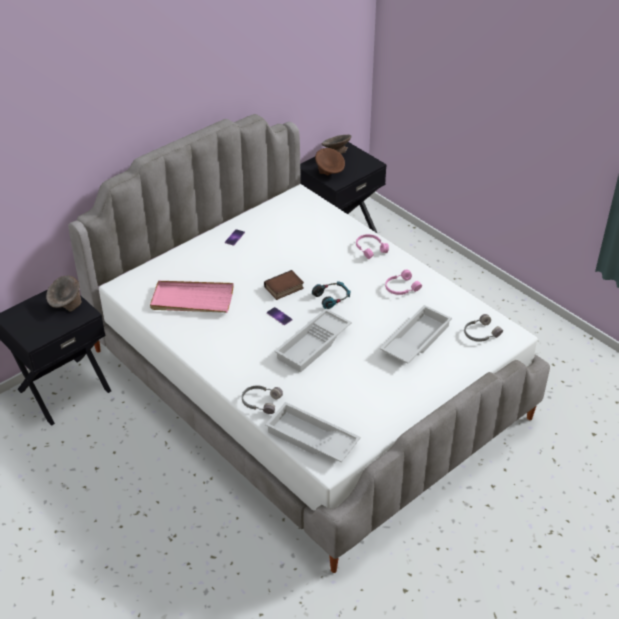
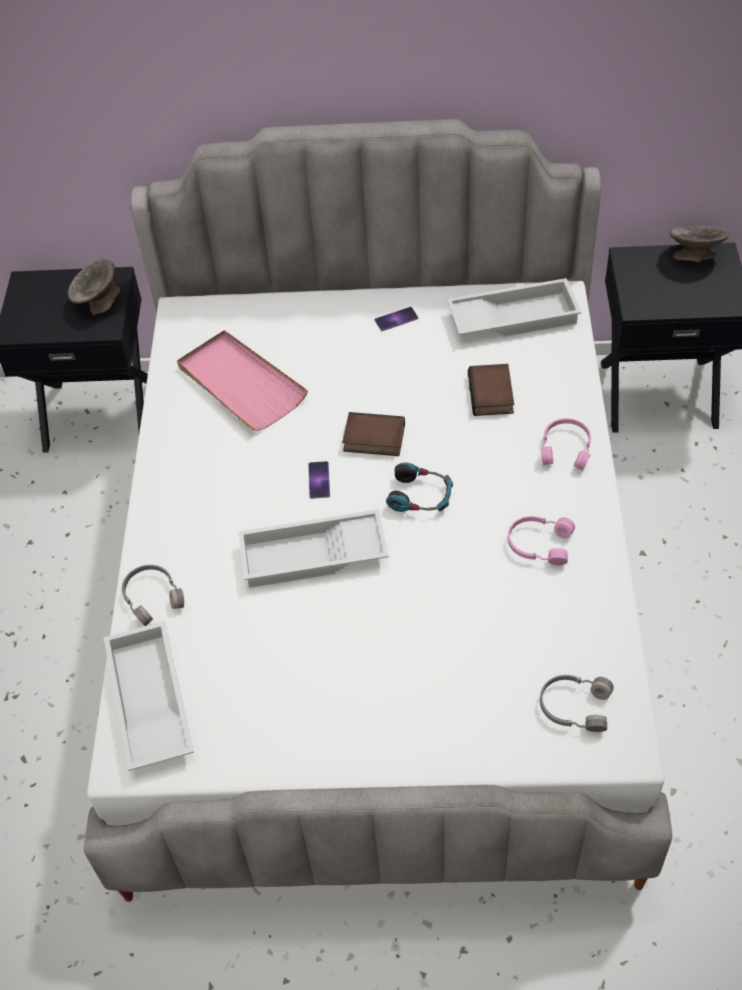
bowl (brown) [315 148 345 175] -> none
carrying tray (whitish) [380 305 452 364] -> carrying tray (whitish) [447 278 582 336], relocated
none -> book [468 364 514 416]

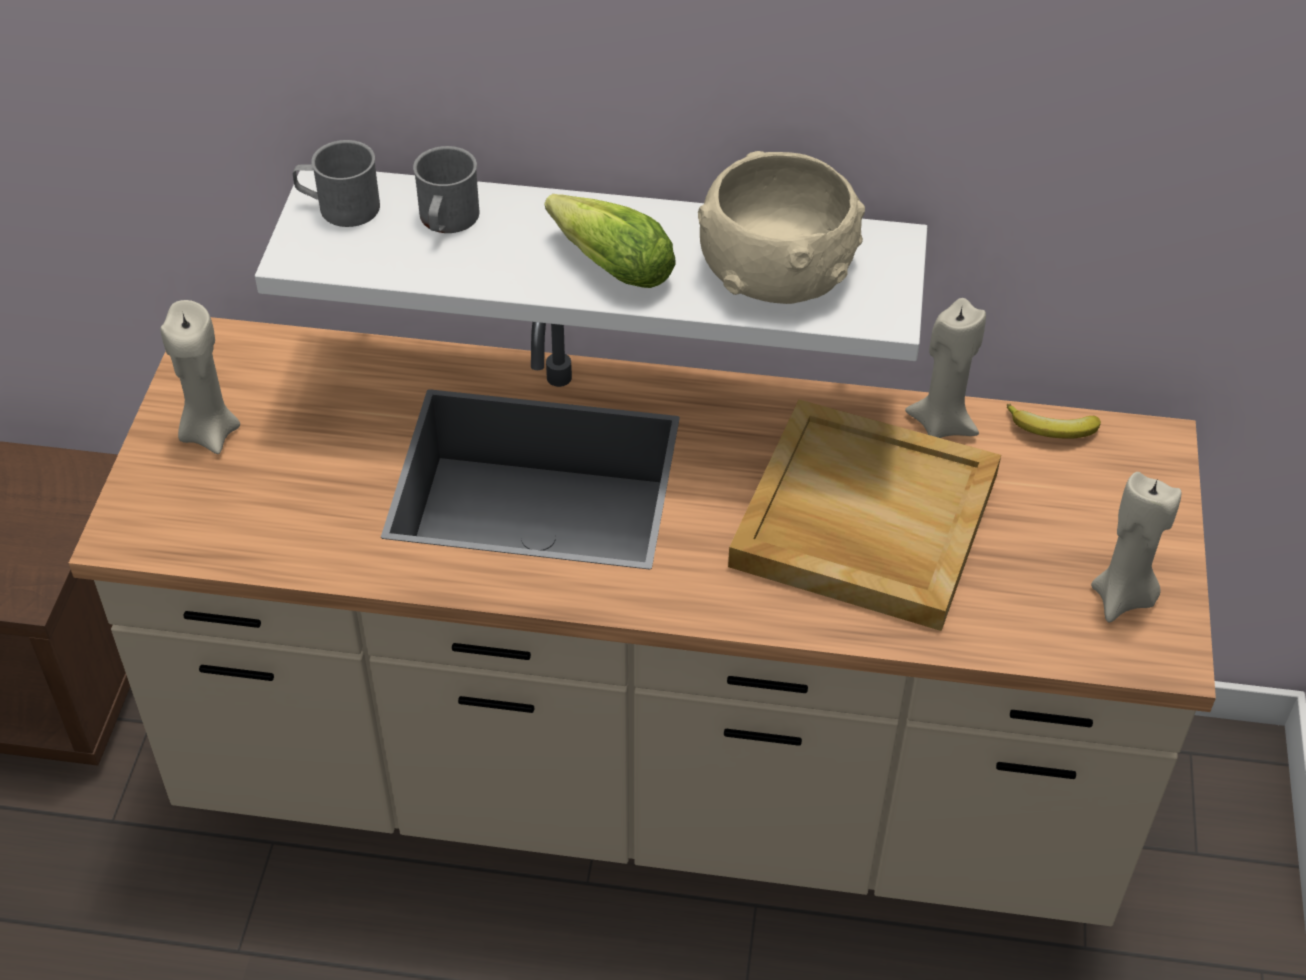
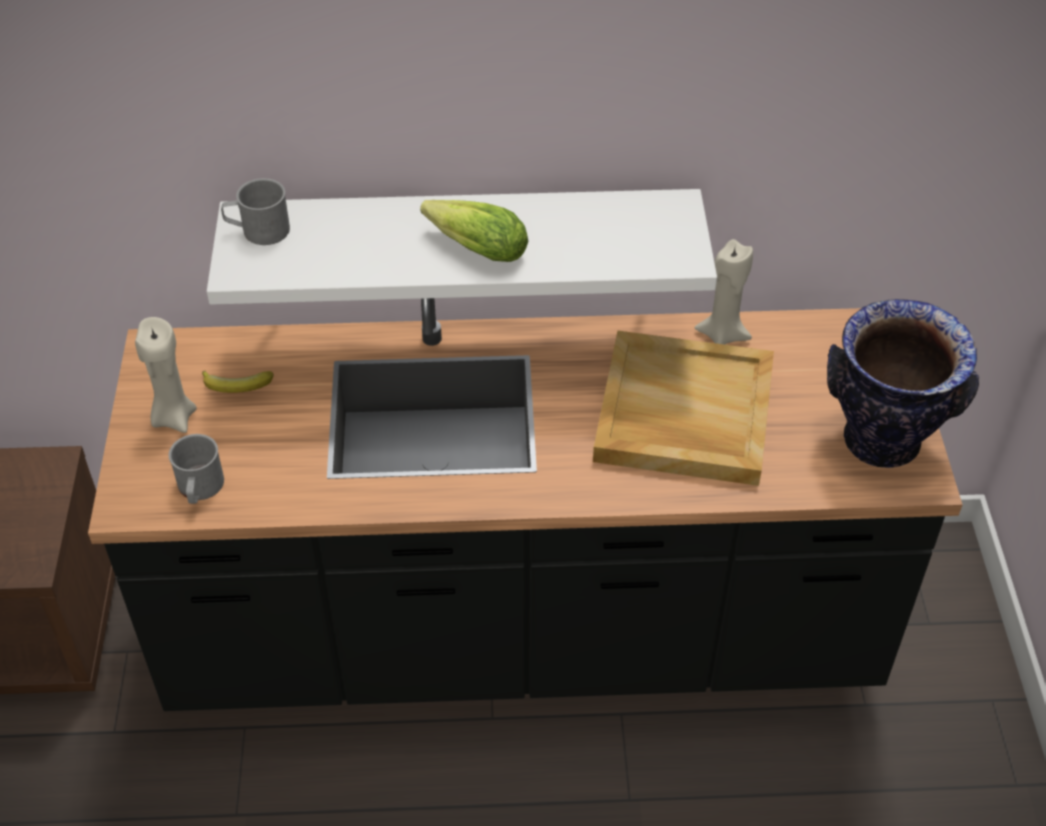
counter (beige) [69 317 1216 926] -> counter (black-coloured) [88 298 962 711]
coffee mug (greyish) [413 146 479 233] -> coffee mug (greyish) [169 434 224 504], relocated
bowl (beige) [698 151 865 304] -> none
banana fruit [1007 404 1101 439] -> banana fruit [202 371 273 393], relocated
wax light (beige) [1091 472 1181 622] -> decorative vase [827 299 979 468]

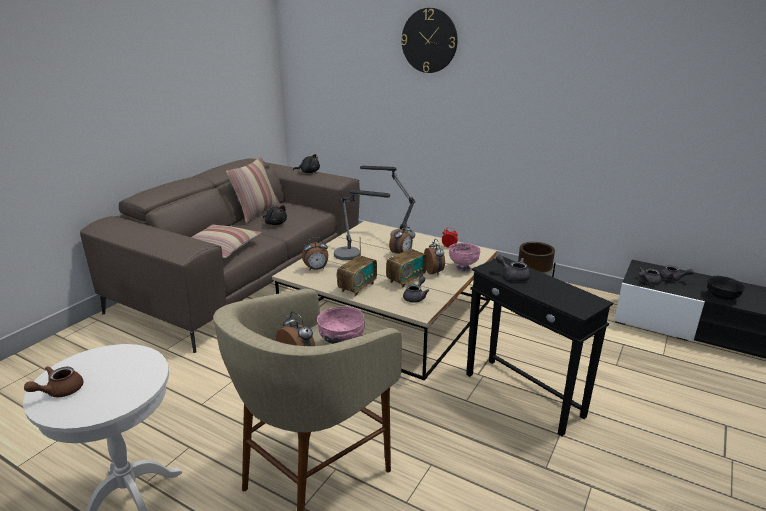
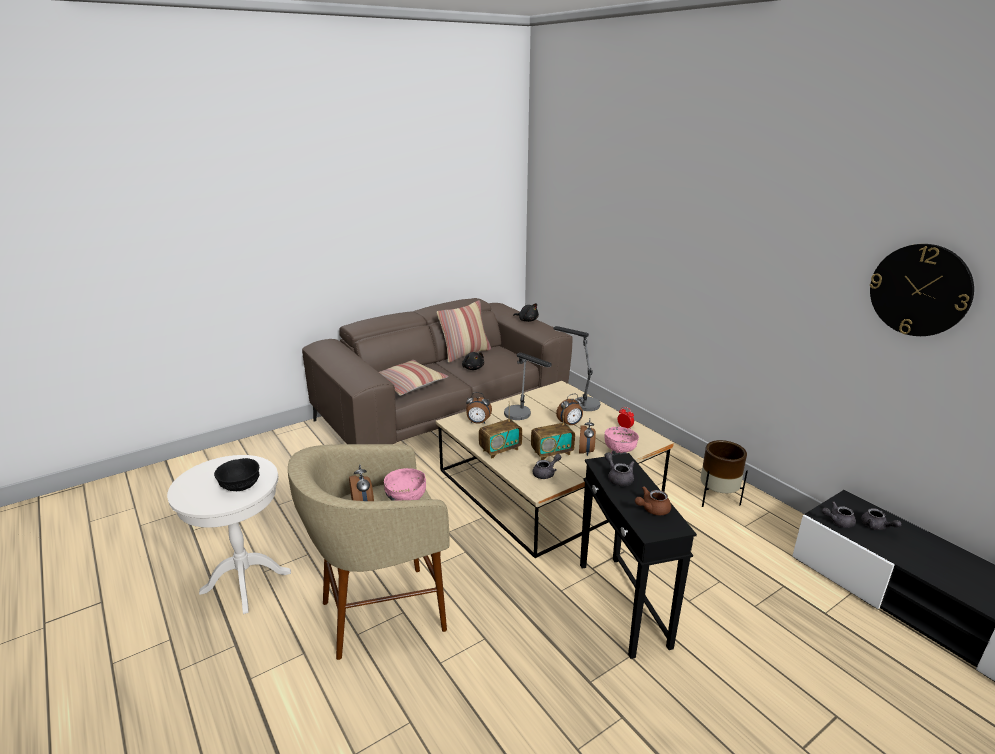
pot for tea (brown) [24 366 83 397] -> pot for tea (brown) [635 486 671 515], relocated
hanging clock [401 8 458 73] -> hanging clock [870 244 974 336], relocated
bowl (black-coloured) [707 276 745 300] -> bowl (black-coloured) [214 458 259 491], relocated

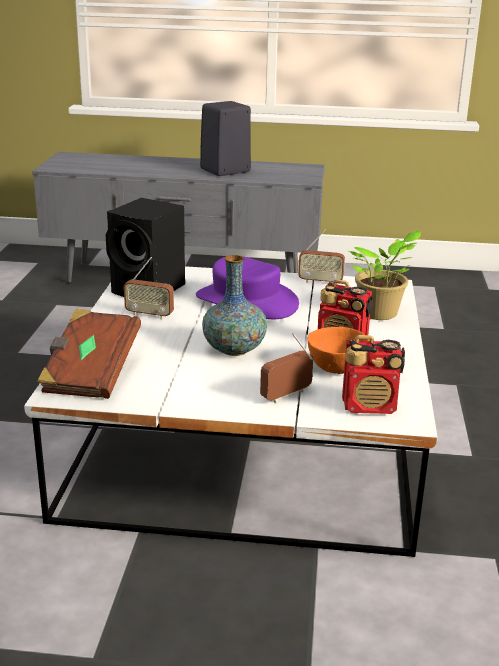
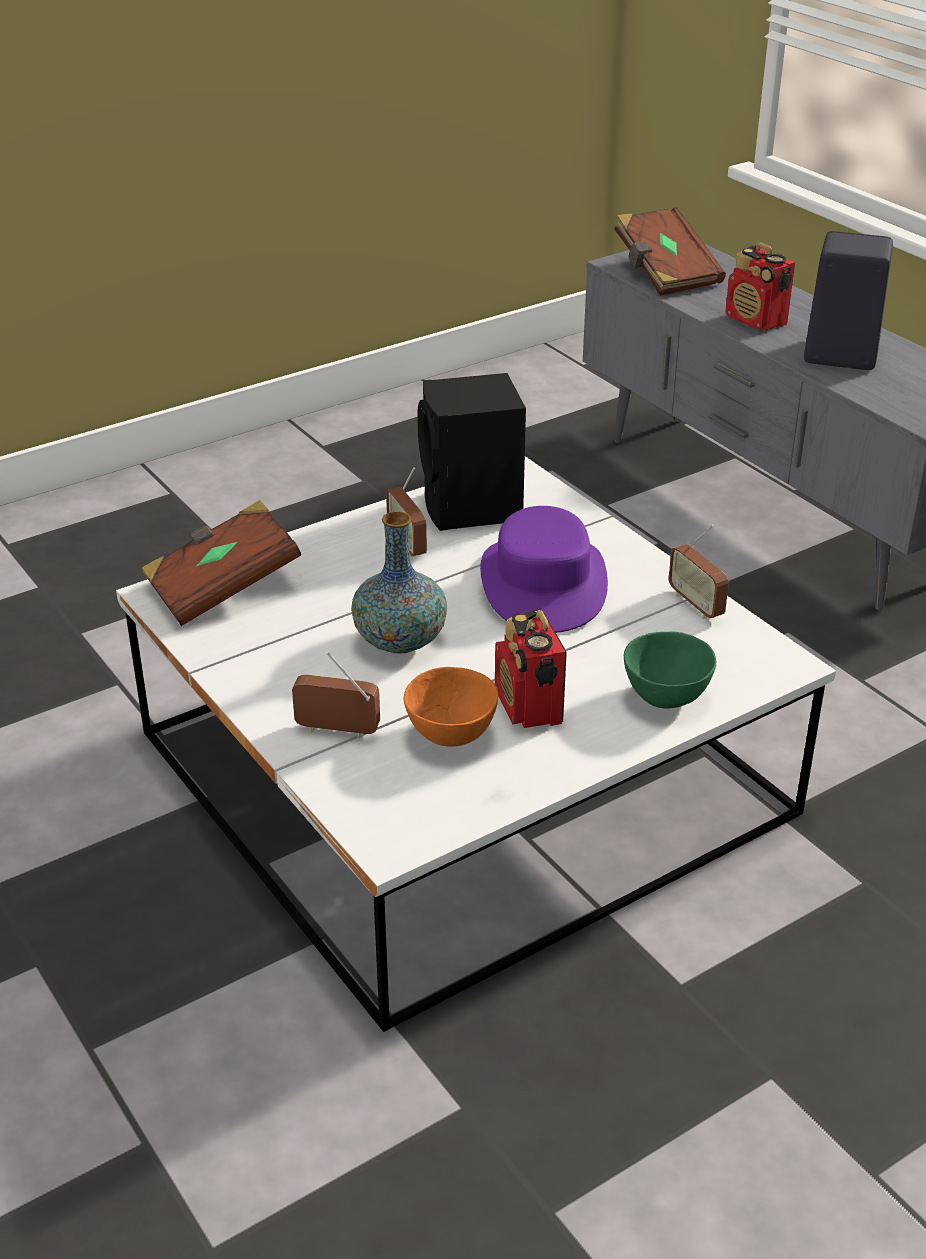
radio [342 335 405 414] -> radio [725 242 795 331], relocated
plant in a pot [349 230 421 320] -> bowl (green) [624 632 716 709]
none -> book (brown) [614 207 726 296]

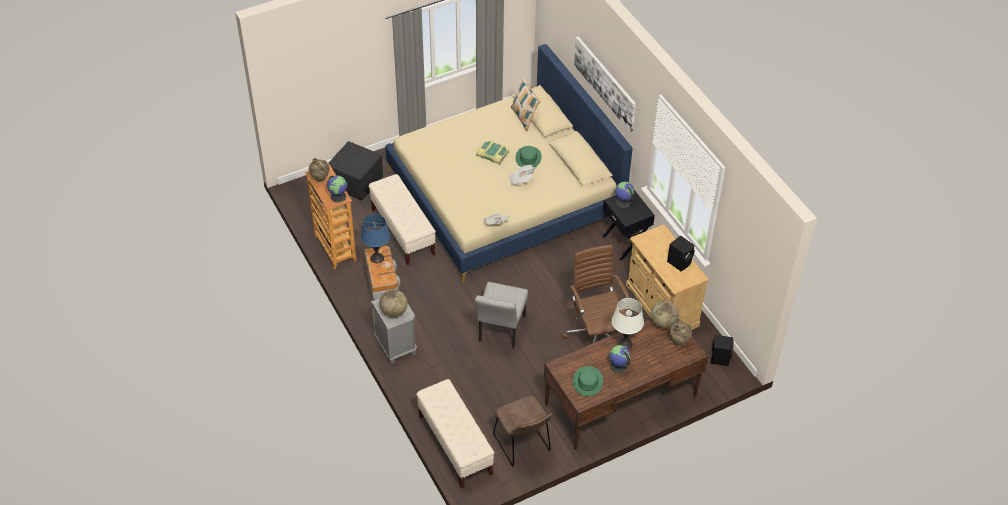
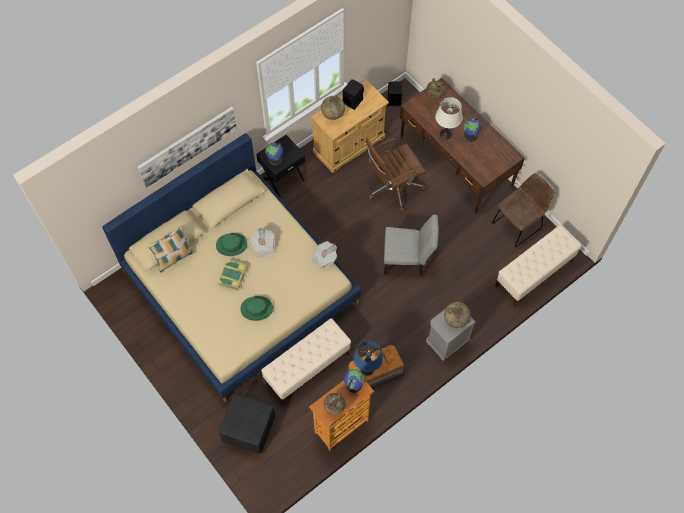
wearable hat (green) [573 366 603 396] -> wearable hat (green) [241 296 273 321], relocated
desk globe [650 300 679 329] -> desk globe [321 96 345 120], relocated

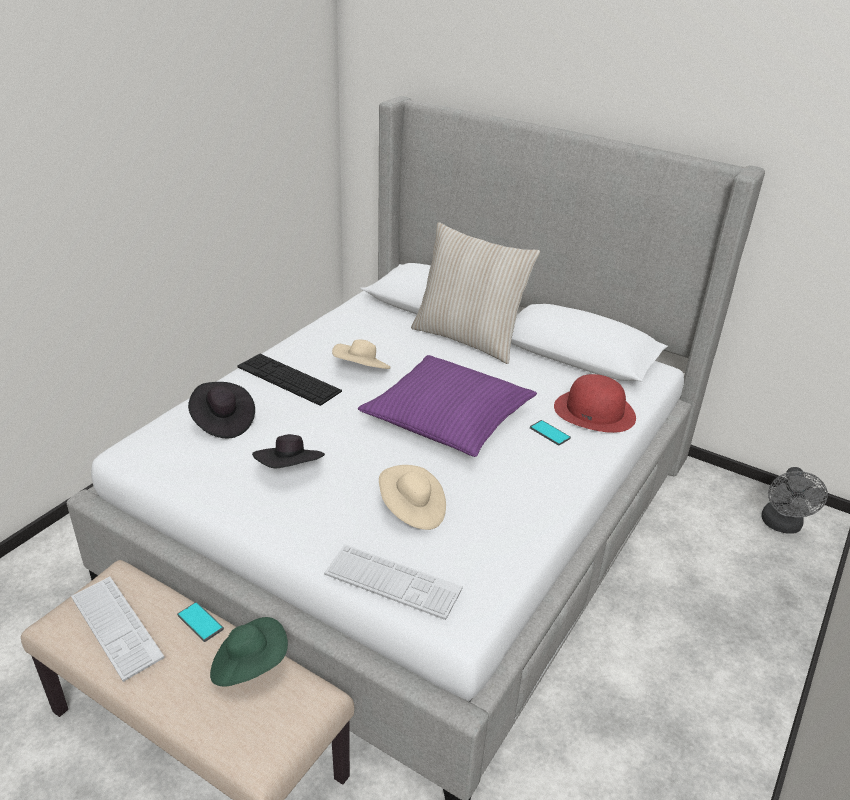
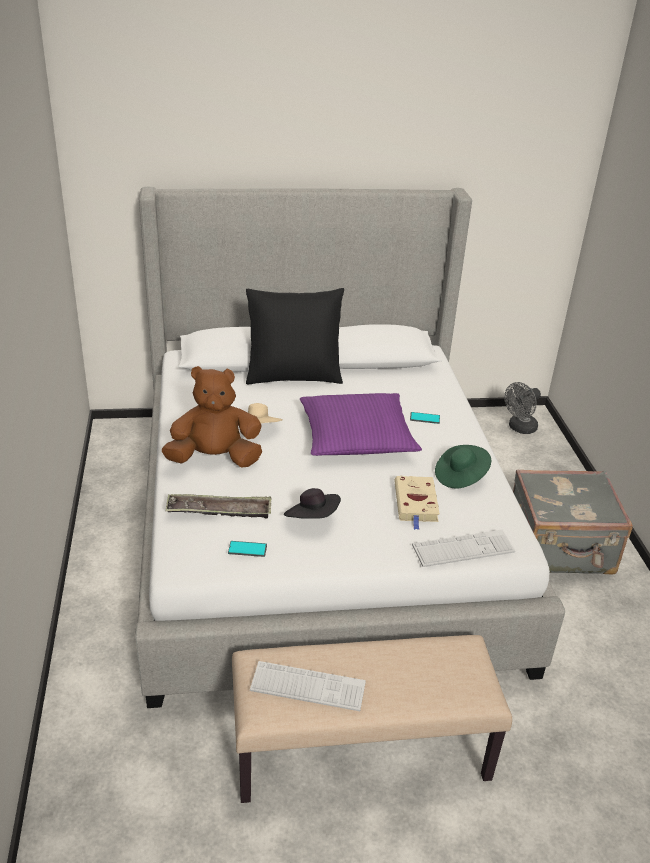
telephone [177 602 224 642] -> telephone [228 541 267 557], relocated
wearable hat (black-coloured) [188 382 255 438] -> carrying tray [165 494 272 519]
wearable hat (green) [210 617 288 686] -> wearable hat (green) [435 445 491 488], relocated
PC keyboard [238 354 342 406] -> cuddly toy (brown) [162 366 262 468]
wearable hat (beige) [379 465 446 530] -> book (beige) [394 476 440 530]
throw pillow (beige) [411 222 540 364] -> throw pillow (black-coloured) [246 288 344 384]
wearable hat (red-coloured) [554 374 636 433] -> none
fan (greyish) [761 467 828 533] -> fan (greyish) [504 382 541 434], 75 degrees clockwise
none -> suitcase (greyish) [513 470 633 575]

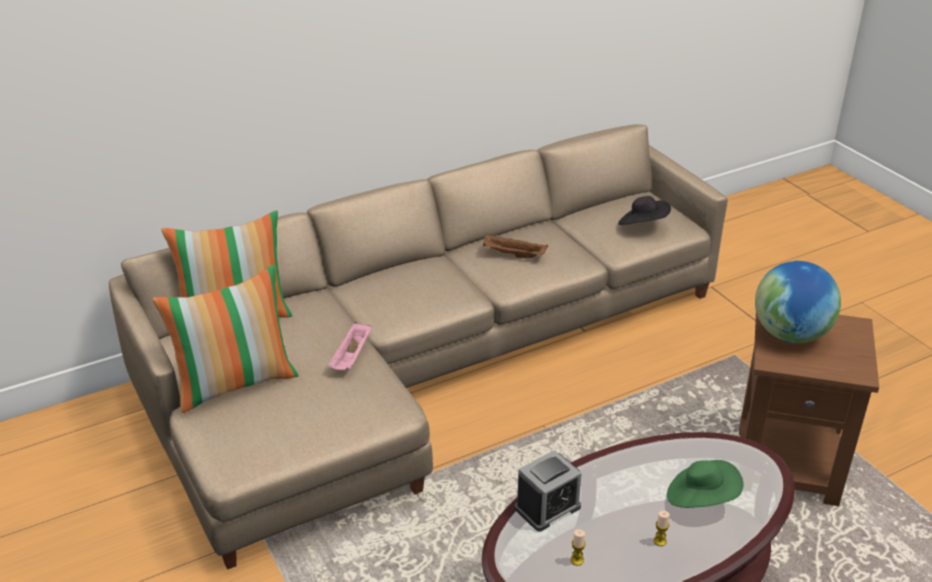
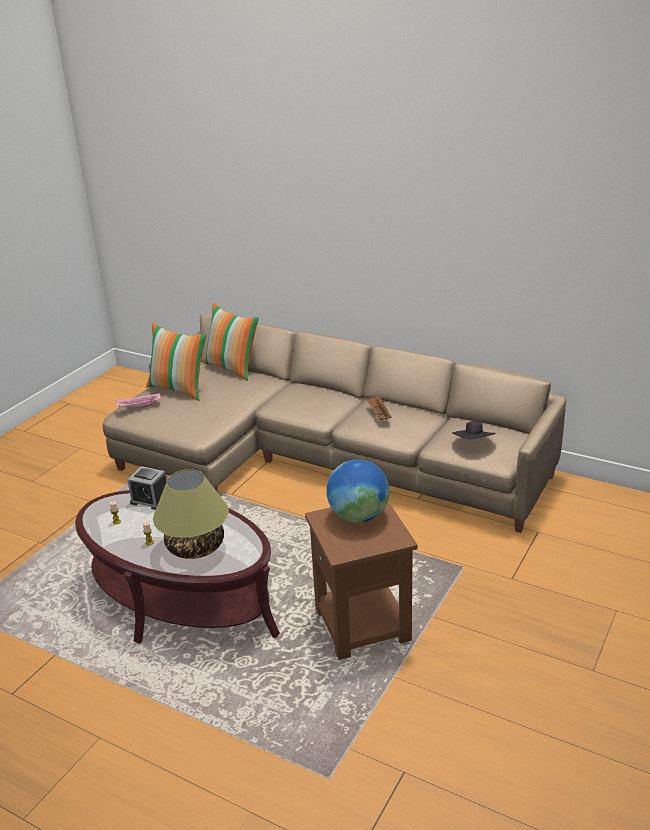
carrying tray (pinkish) [328 321 372 370] -> carrying tray (pinkish) [115 393 161 408], relocated
wearable hat (green) [667 460 744 508] -> tabletop lamp [153 469 229 559]

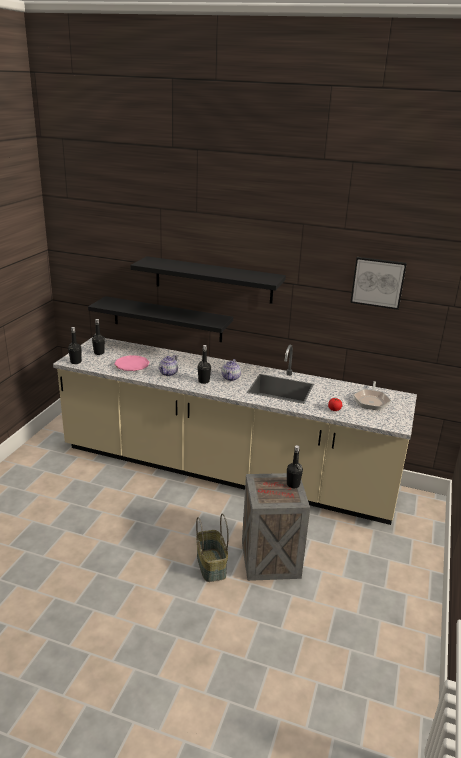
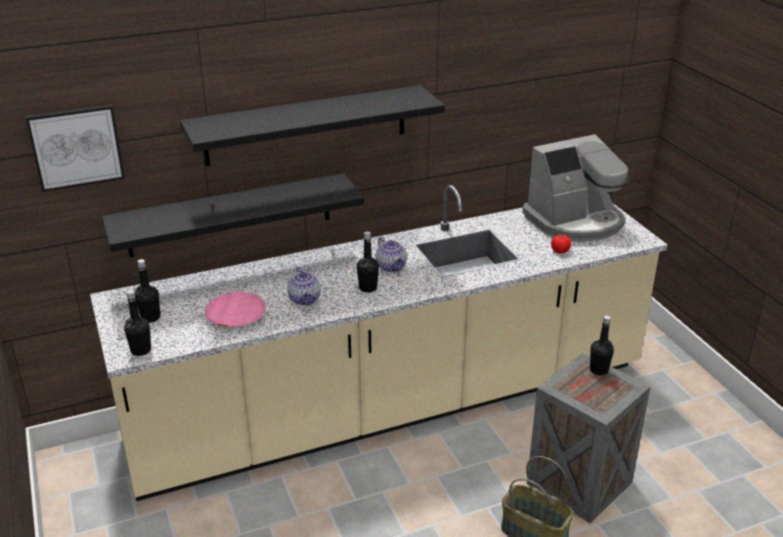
wall art [350 257 407 310] -> wall art [25 104 125 192], relocated
skillet [354 381 391 410] -> coffee brewer [522 134 629 242]

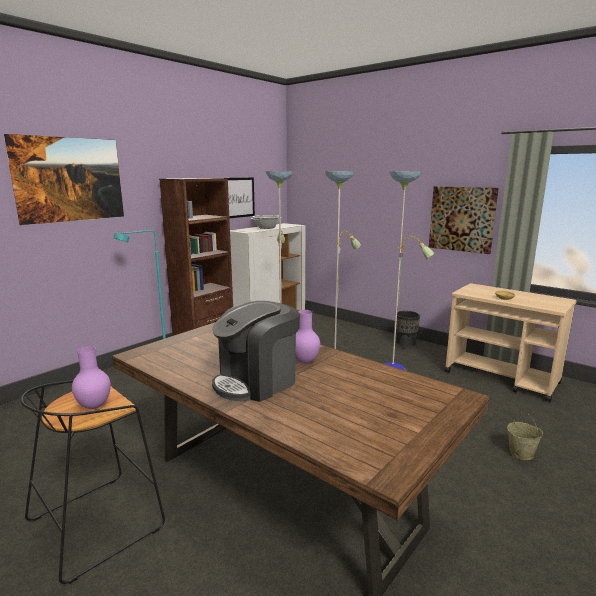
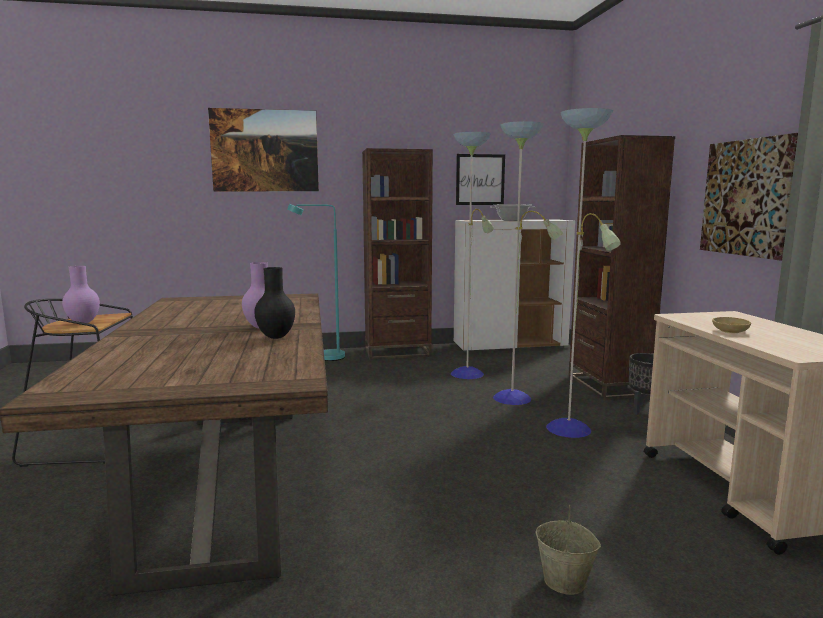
coffee brewer [212 301 300 402] -> none
none -> decorative vase (black-coloured) [254 267 295 339]
none -> bookcase (brown) [568 135 675 400]

